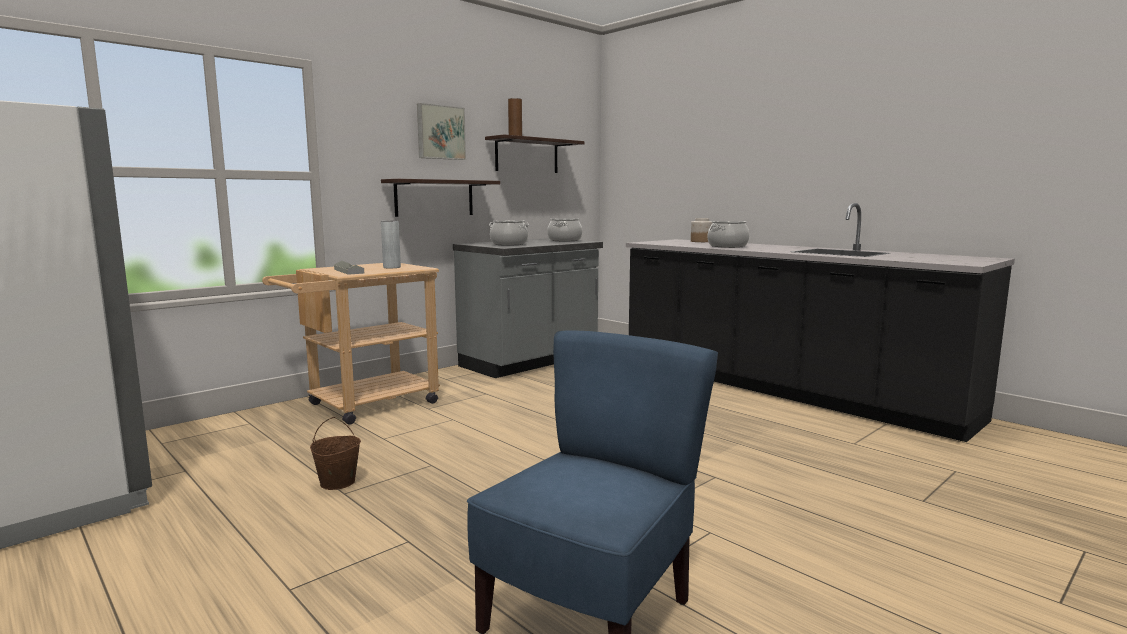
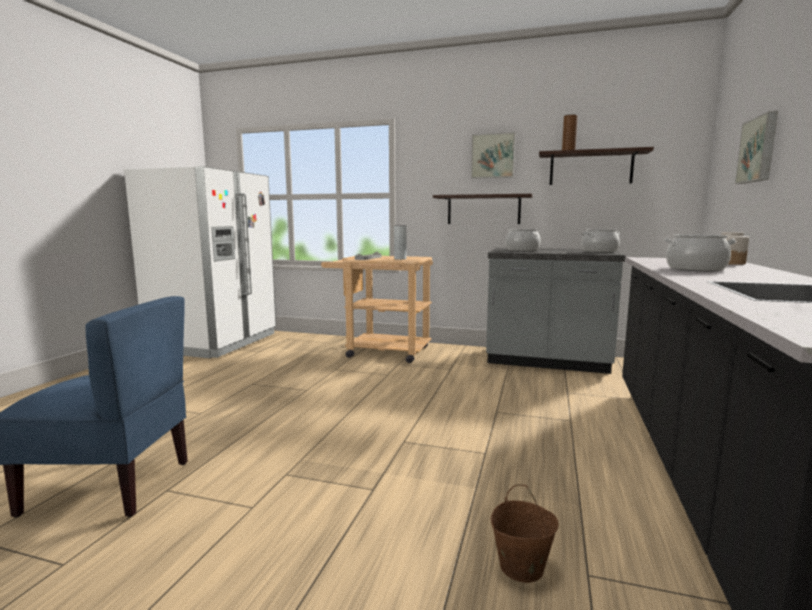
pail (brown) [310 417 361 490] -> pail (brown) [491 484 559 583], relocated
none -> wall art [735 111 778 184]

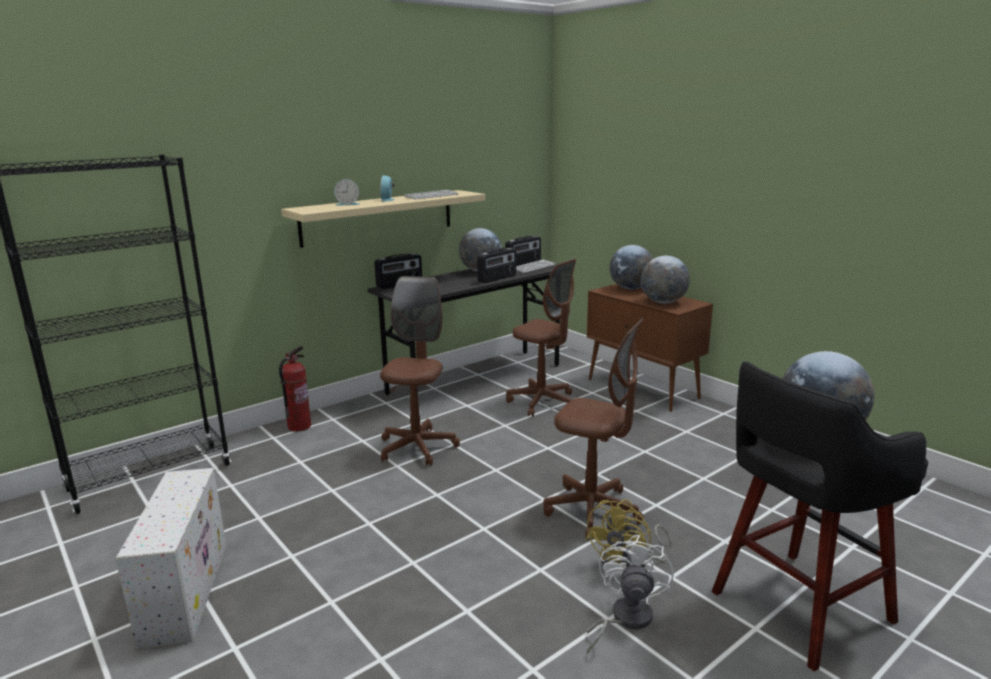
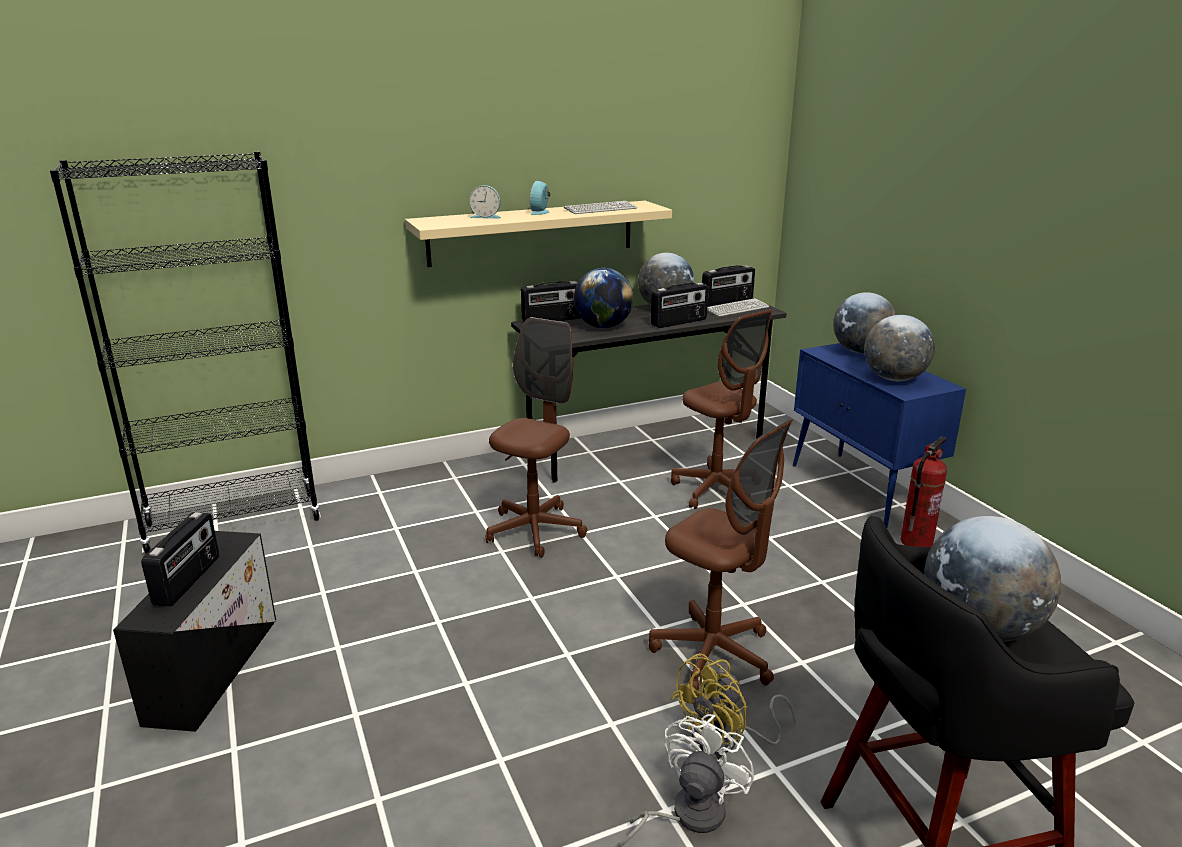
storage container (whitish) [115 468 226 649] -> storage container (black-coloured) [113 531 276 732]
fire extinguisher [279 346 311 432] -> fire extinguisher [900 436 947 547], relocated
cupboard (brown) [587 284 713 412] -> cupboard (bluish) [793 343 966 528]
none -> radio [141 512 219 607]
none -> desk globe [574 268 634 328]

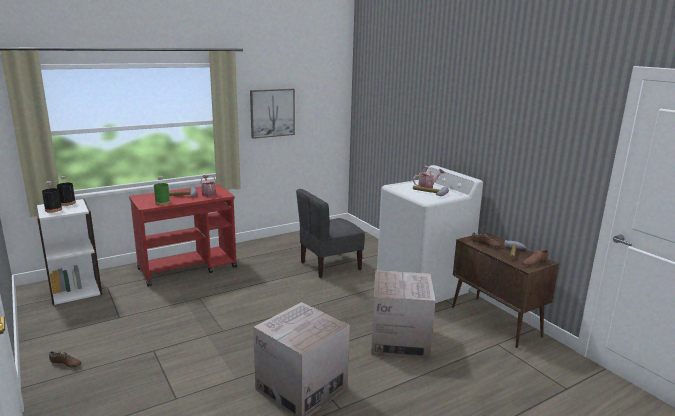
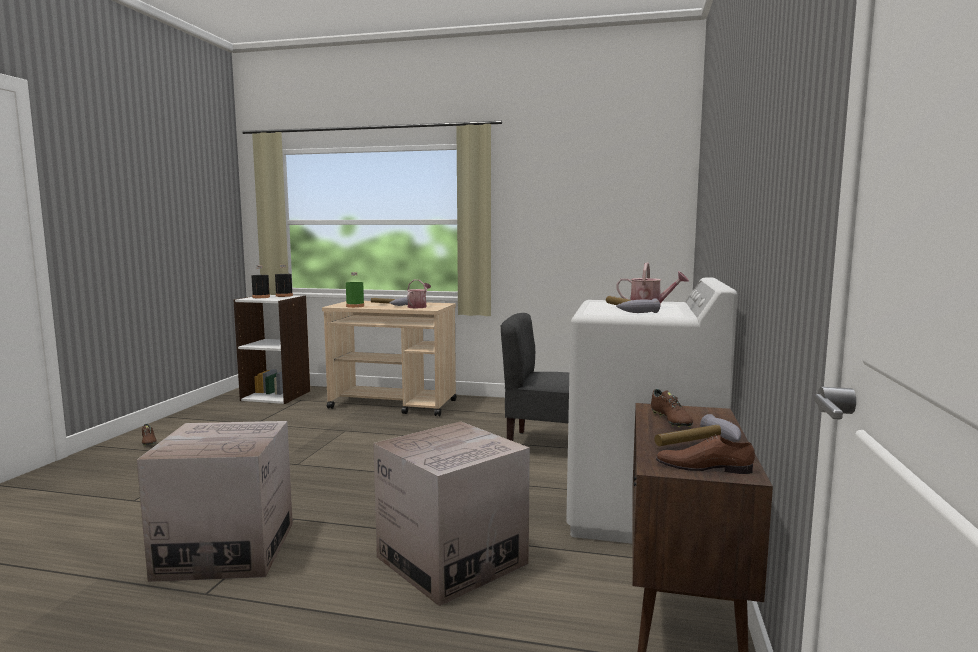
cart (red-coloured) [129 184 237 287] -> cart (beige) [322 301 457 416]
wall art [250 89 295 139] -> none

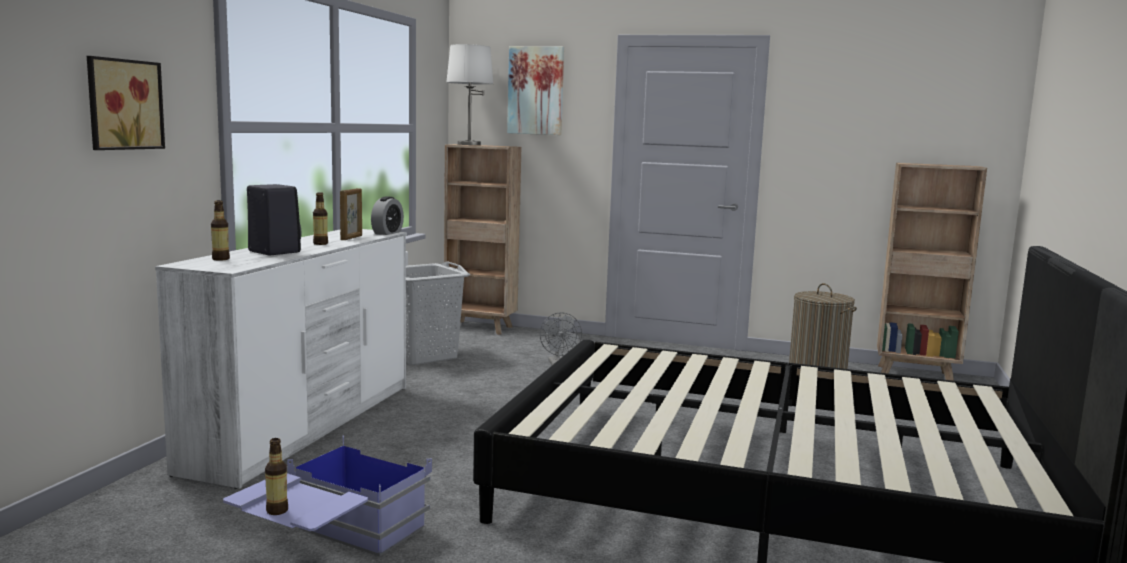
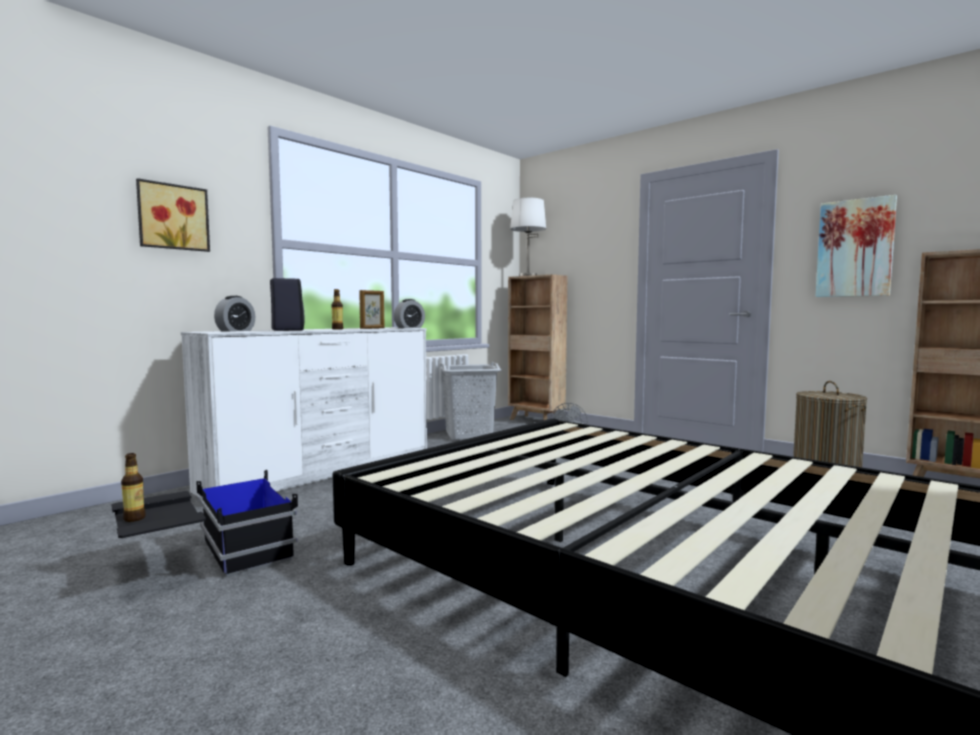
drink bottle [211 200 230 261] -> bedside clock [214 296 255 332]
storage container (bluish) [223 435 432 557] -> storage container (black-coloured) [111 470 298 577]
wall art [507 46 564 135] -> wall art [816 195 897 297], relocated

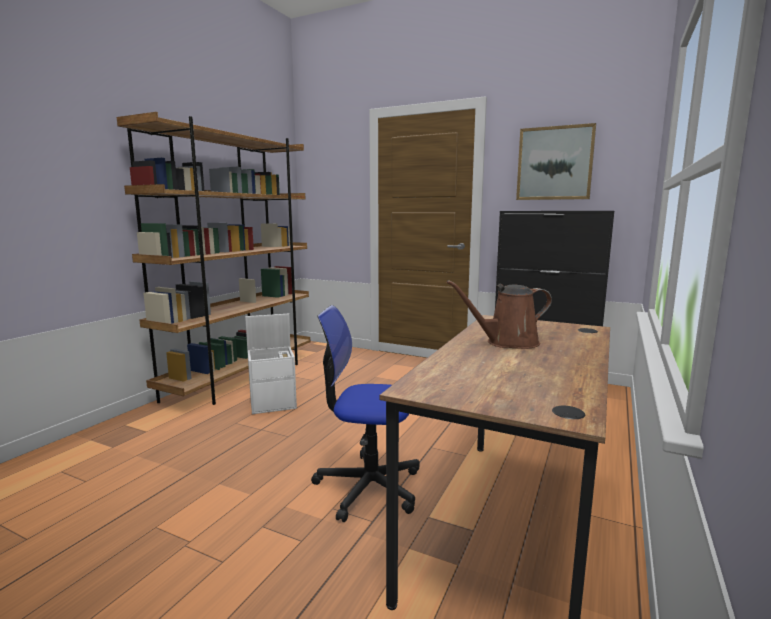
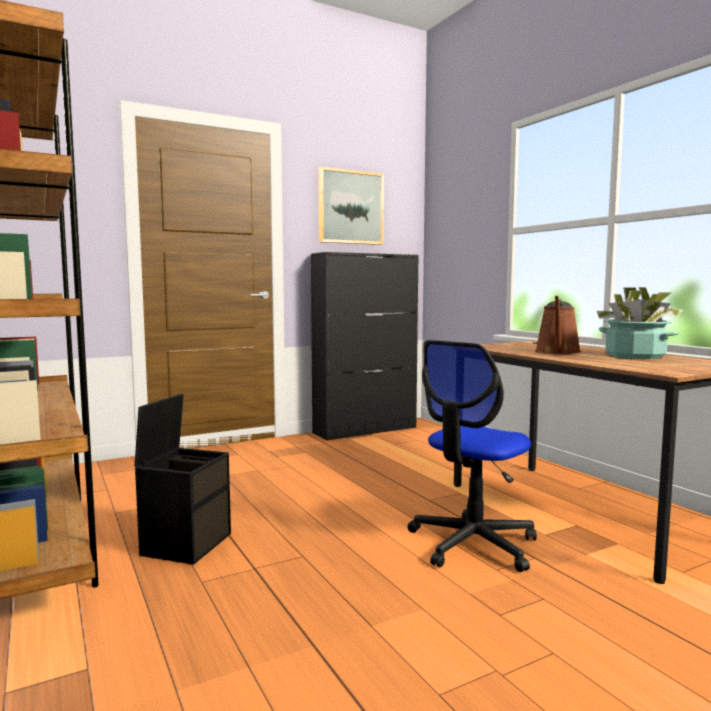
storage container (whitish) [245 313 297 414] -> storage container (black-coloured) [135 394 231 565]
none -> plant in a pot [597 287 683 359]

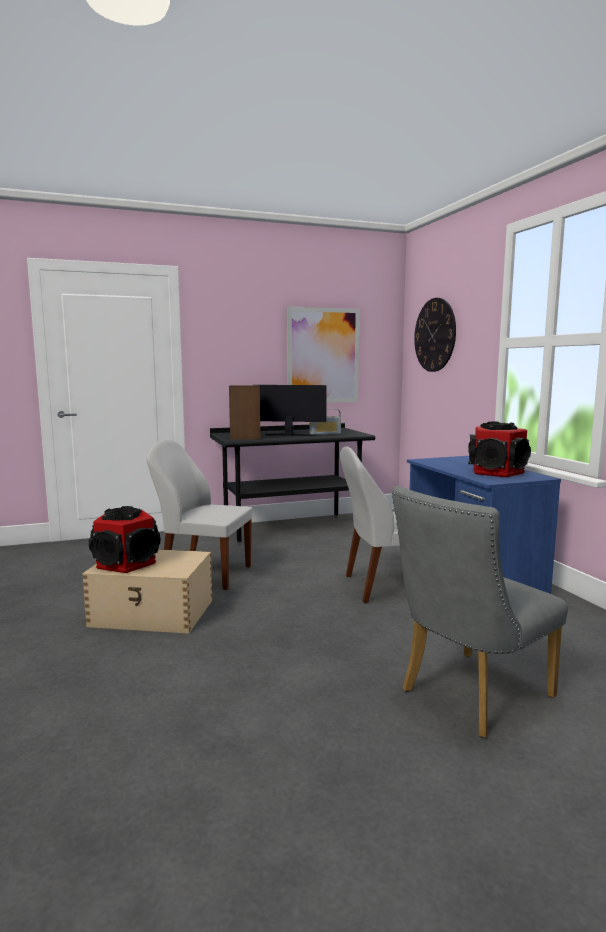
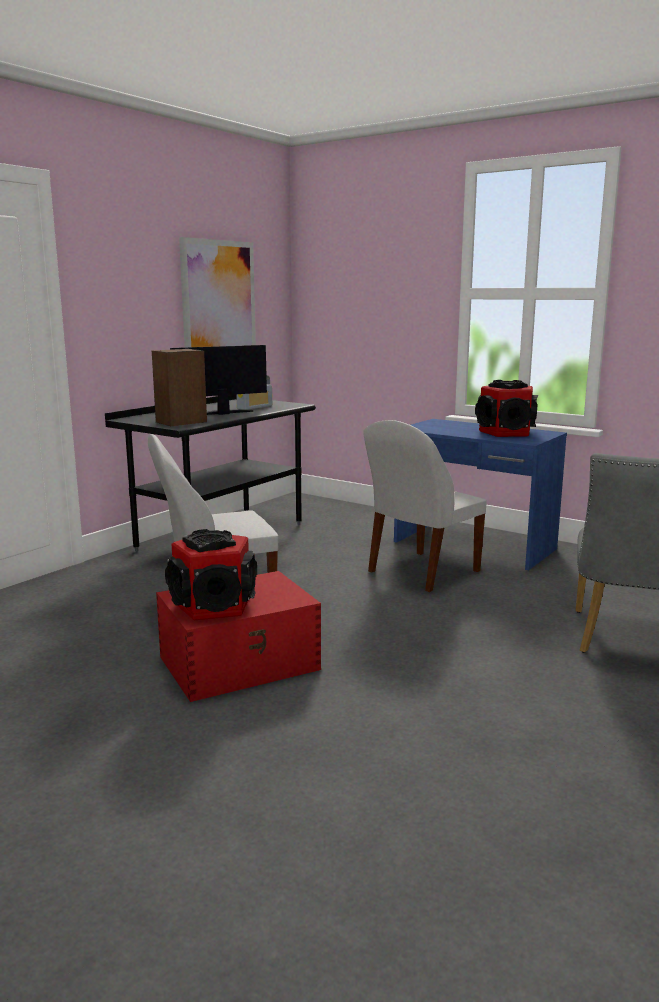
storage container (beige) [82 549 212 634] -> storage container (red-coloured) [156 571 321 702]
hanging clock [414 298 456 372] -> none

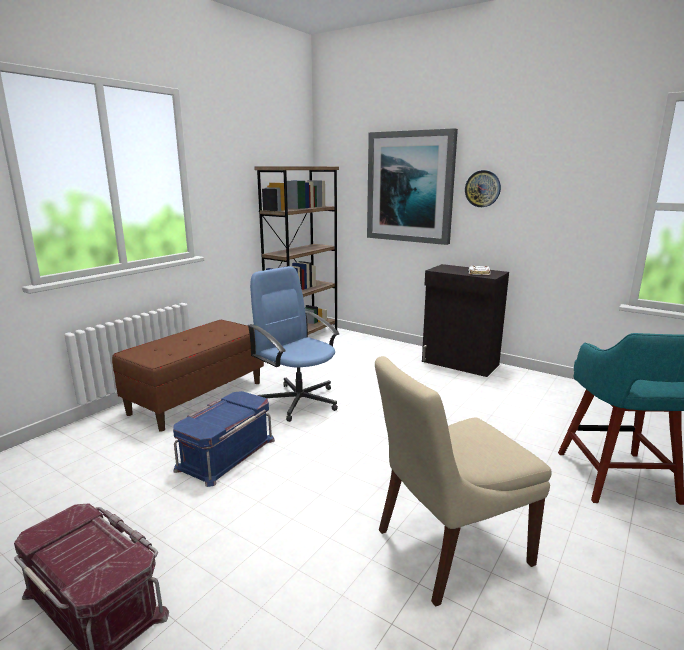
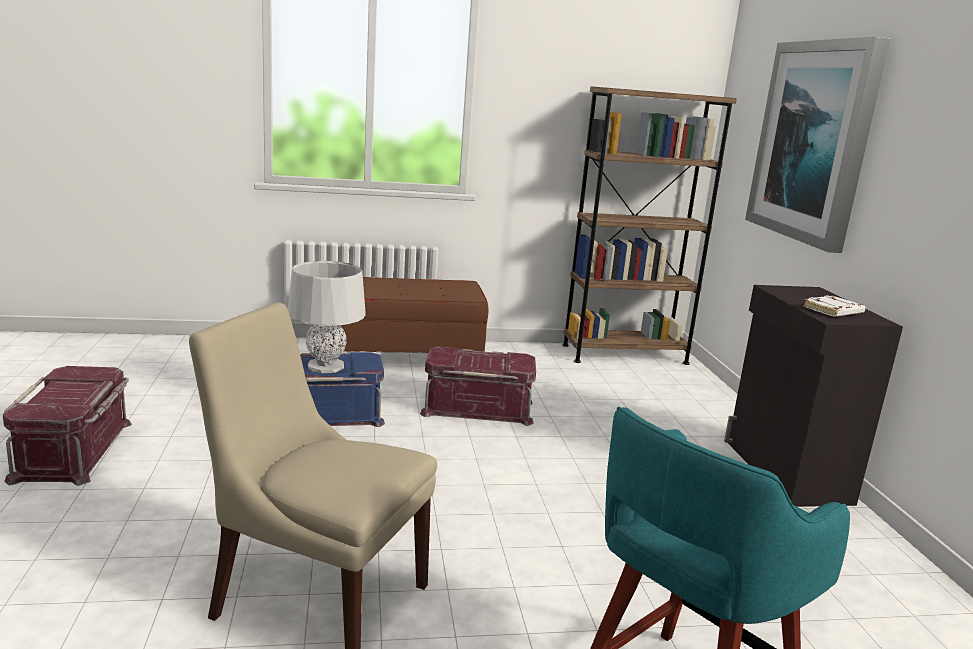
desk chair (bluish) [247 266 340 422] -> storage container (red-coloured) [420 346 536 426]
hanging clock [465 170 501 207] -> none
none -> tabletop lamp (greyish) [288 261 366 373]

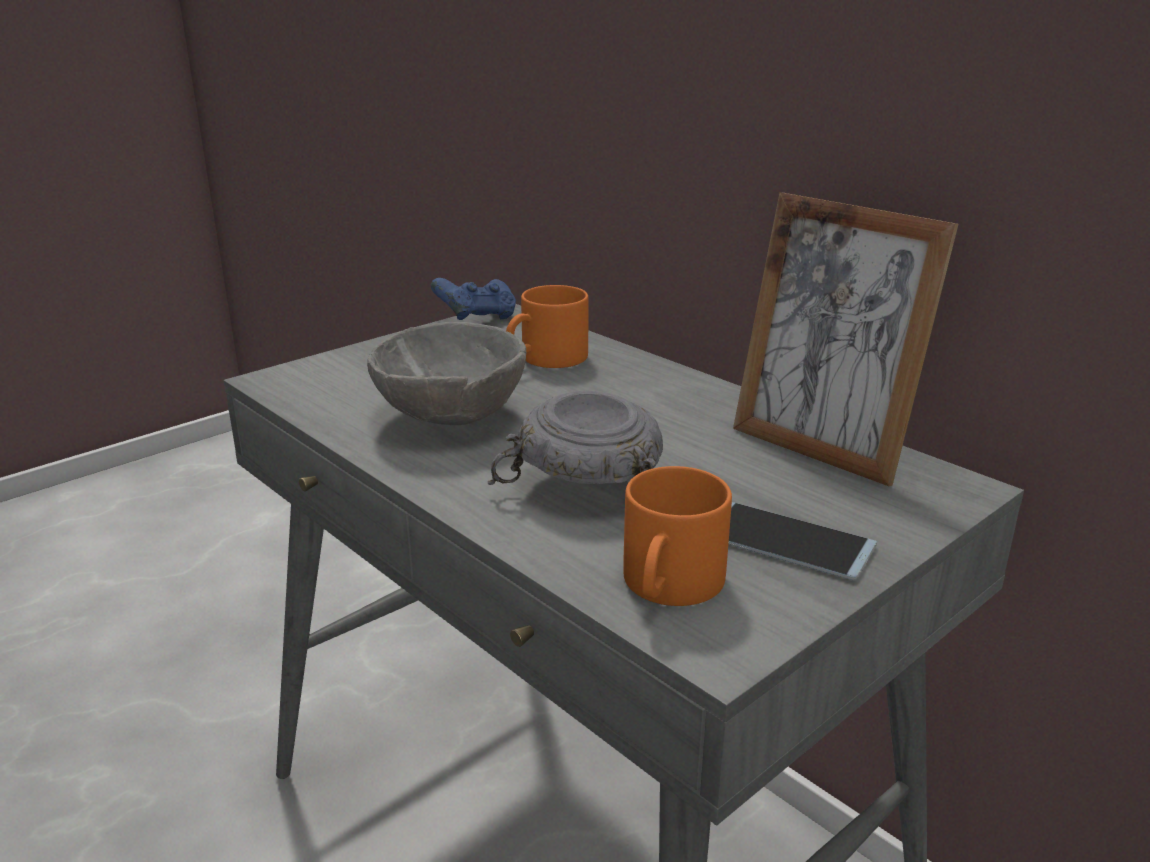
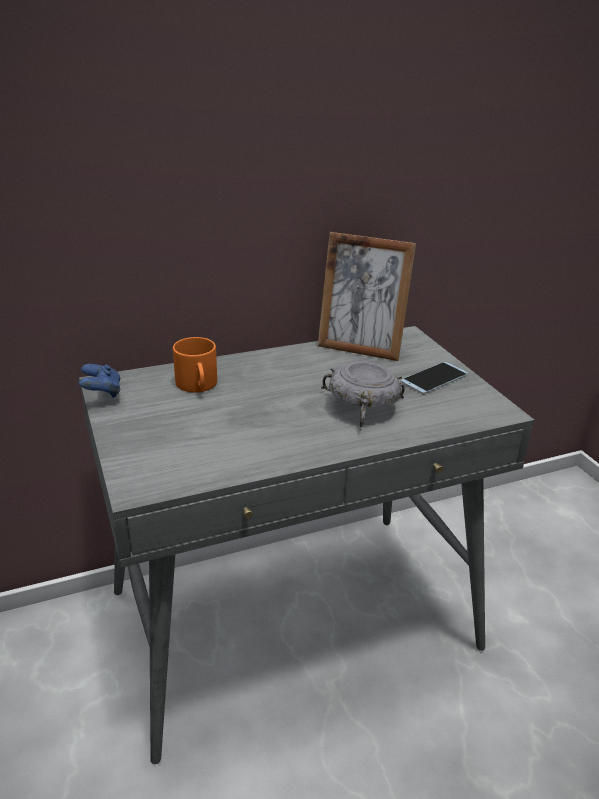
bowl (greyish) [367 322 526 425] -> none
coffee mug (orange) [623 466 732 606] -> none
standing frame [733 192 958 486] -> standing frame [318 232 416 361], 45 degrees clockwise

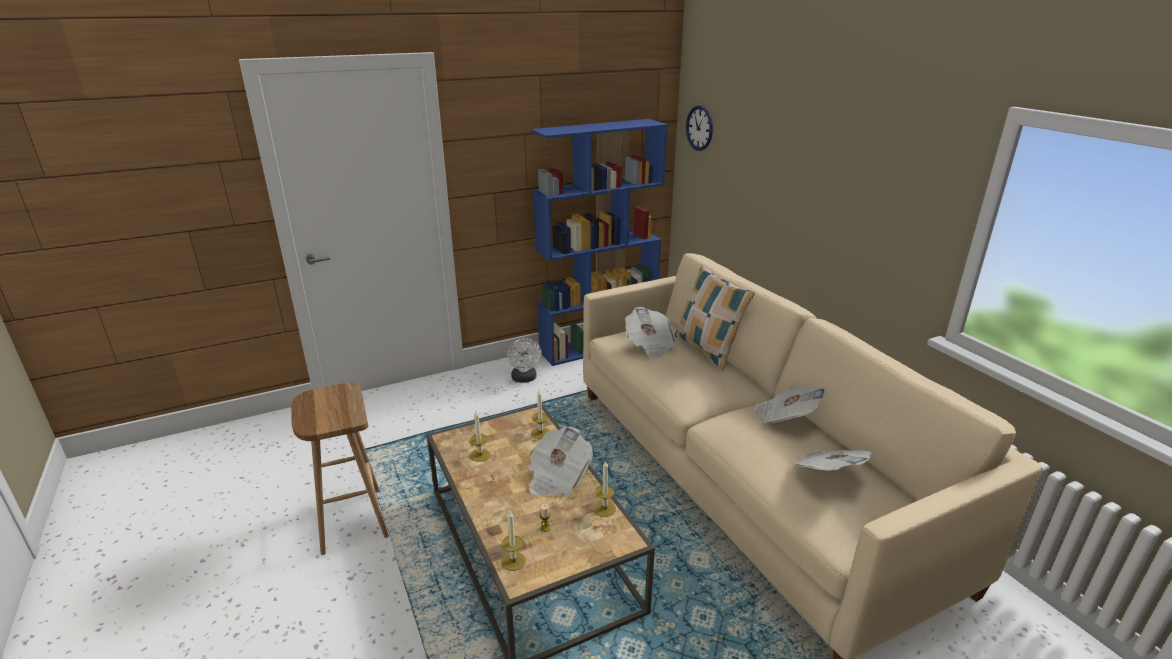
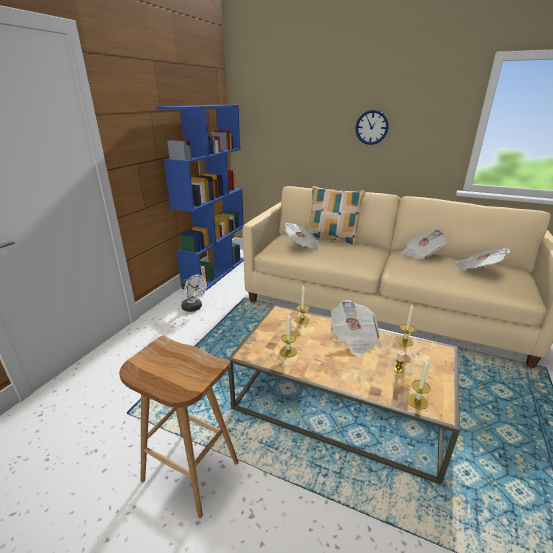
hanging clock [686 105 713 151] -> hanging clock [356 110 389 145], relocated

